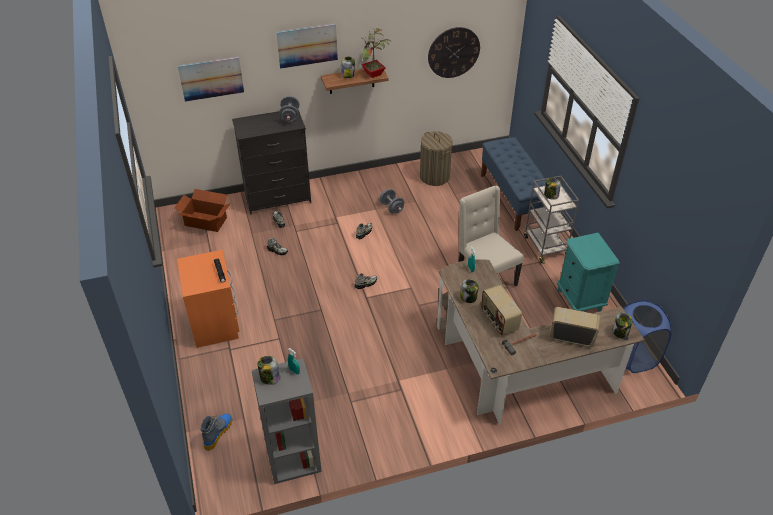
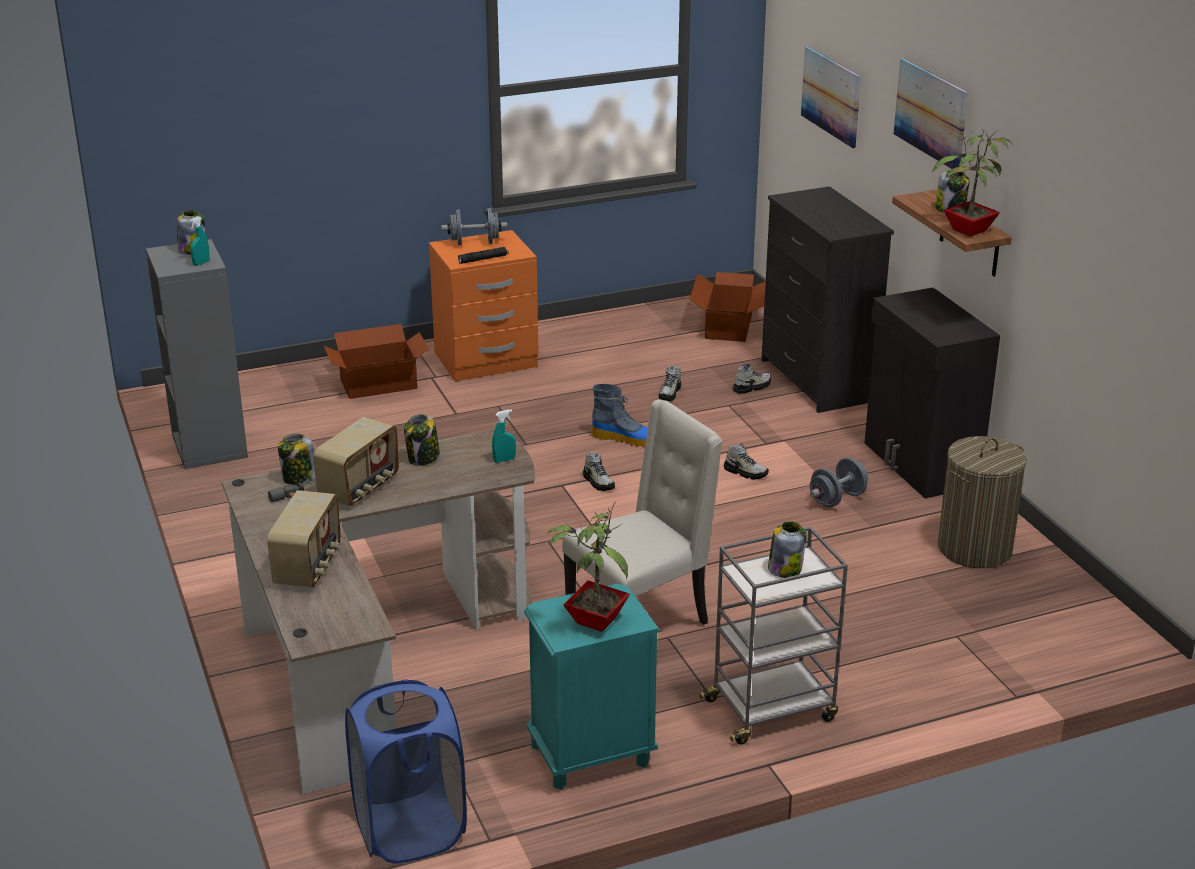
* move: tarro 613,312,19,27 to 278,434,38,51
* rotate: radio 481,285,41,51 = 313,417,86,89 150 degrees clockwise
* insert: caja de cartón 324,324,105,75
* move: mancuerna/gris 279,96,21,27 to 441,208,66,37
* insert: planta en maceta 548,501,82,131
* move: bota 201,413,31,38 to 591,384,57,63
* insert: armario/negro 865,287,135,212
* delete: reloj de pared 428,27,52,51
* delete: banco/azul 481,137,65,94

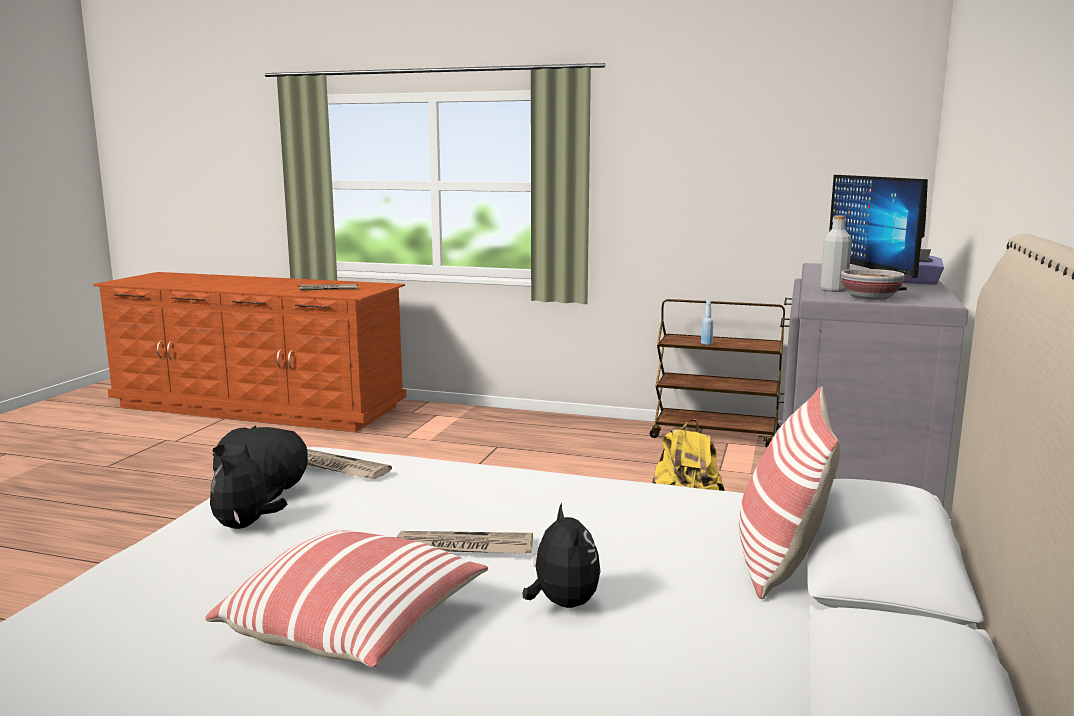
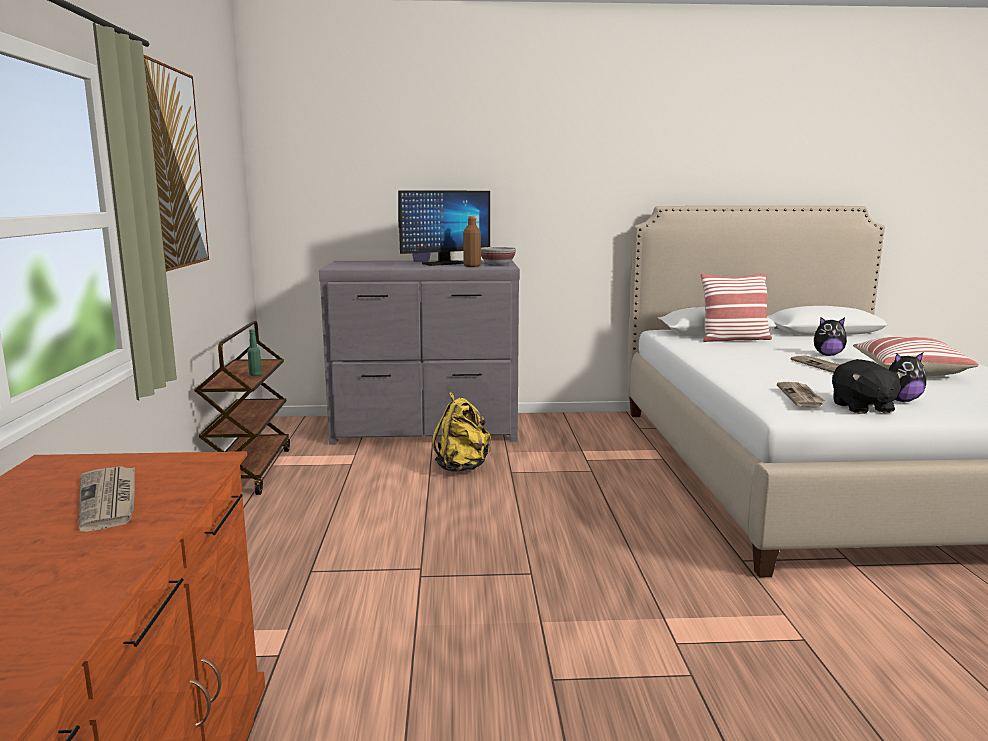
* insert: cuadro 143,54,66,218
* recolor: botella/azul 701,300,12,45 to botella/verde 248,329,14,47
* recolor: botella/gris 820,216,32,76 to botella/marrón 463,216,18,51
* rotate: peluche 523,502,78,106 = 814,317,33,39 135 degrees counterclockwise

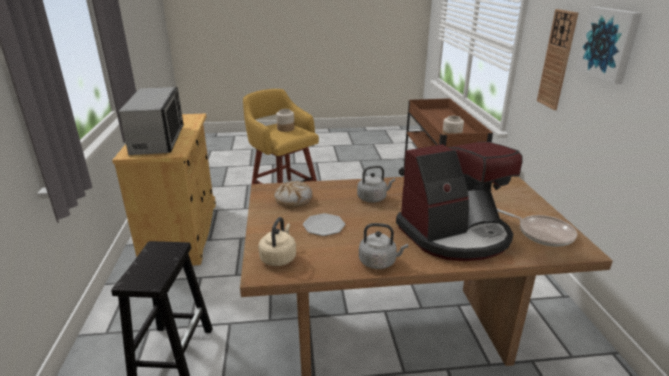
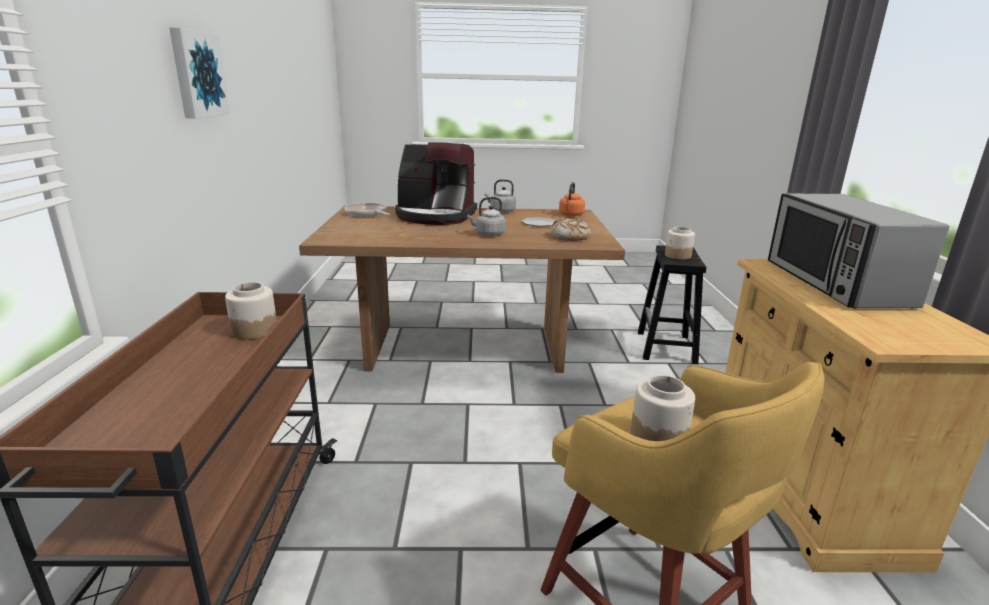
* rotate: cafetera 396,142,127,119 = 395,142,82,83 150 degrees counterclockwise
* recolor: hervidor/beis 258,217,38,49 to hervidor/naranja 559,182,26,34
* insert: tarro 665,226,30,34
* delete: reloj de pared 537,9,41,101

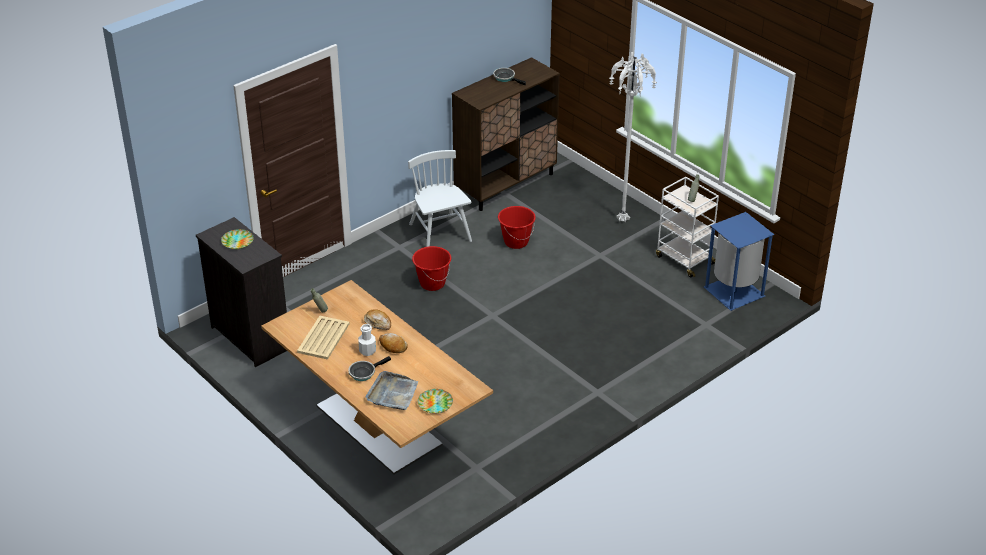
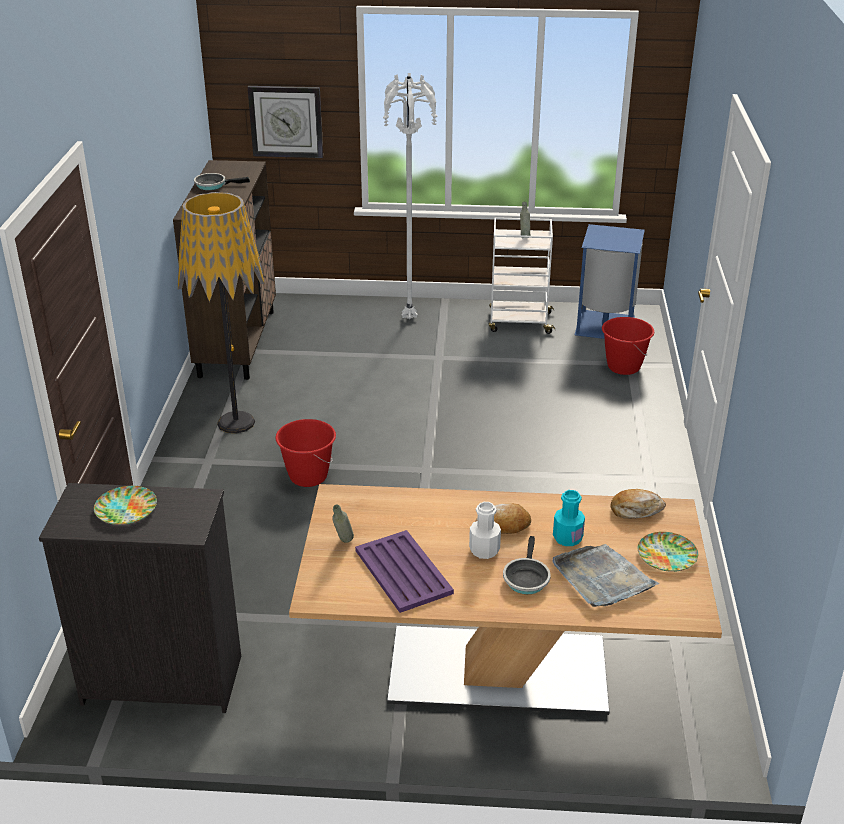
* replace: silla/blanco 408,150,64,97 to lámpara de pie 178,192,87,241
* insert: reloj de pared 248,86,75,72
* recolor: bandeja/beis 297,316,52,44 to bandeja/morado 355,530,99,83
* insert: botella/turquesa 553,490,32,56
* move: cubo/rojo 498,206,38,43 to 602,317,52,58
* move: pan 364,309,27,21 to 611,489,55,30

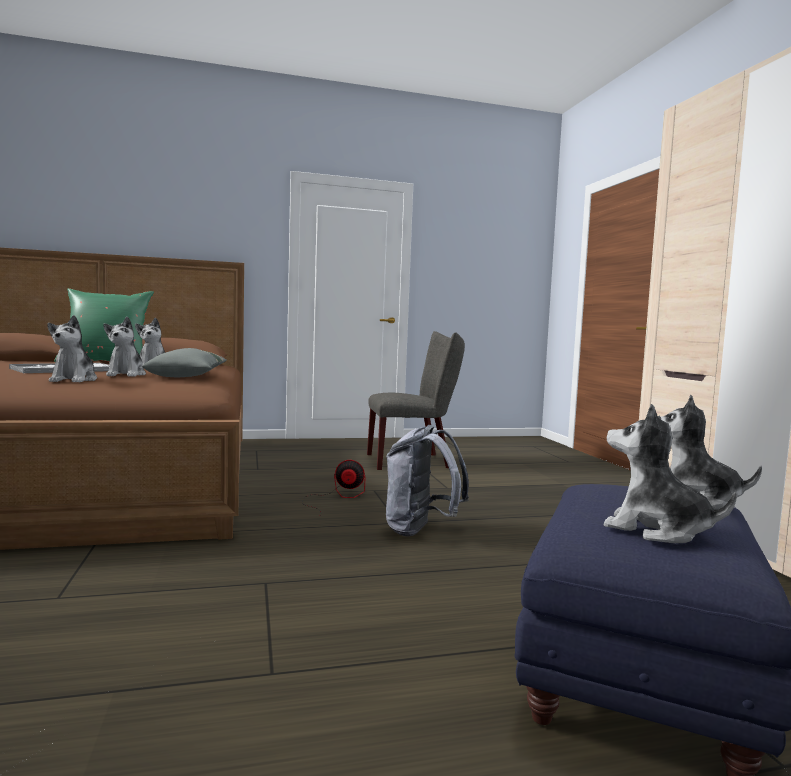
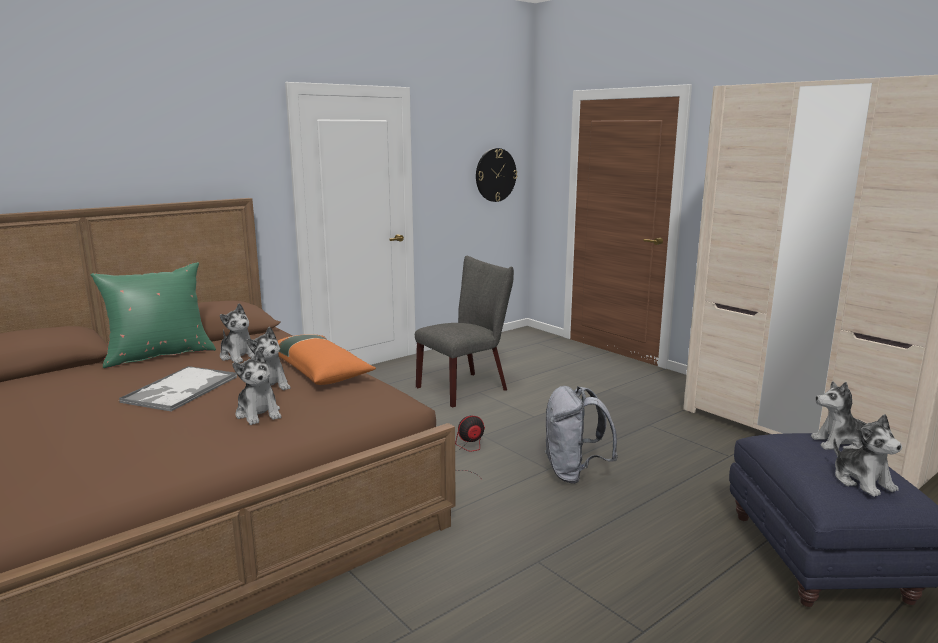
* recolor: cojín/gris 143,348,84,29 to cojín/naranja 278,334,98,51
* insert: reloj de pared 476,148,41,54
* rotate: peluche 604,404,133,139 = 833,414,69,83 120 degrees counterclockwise

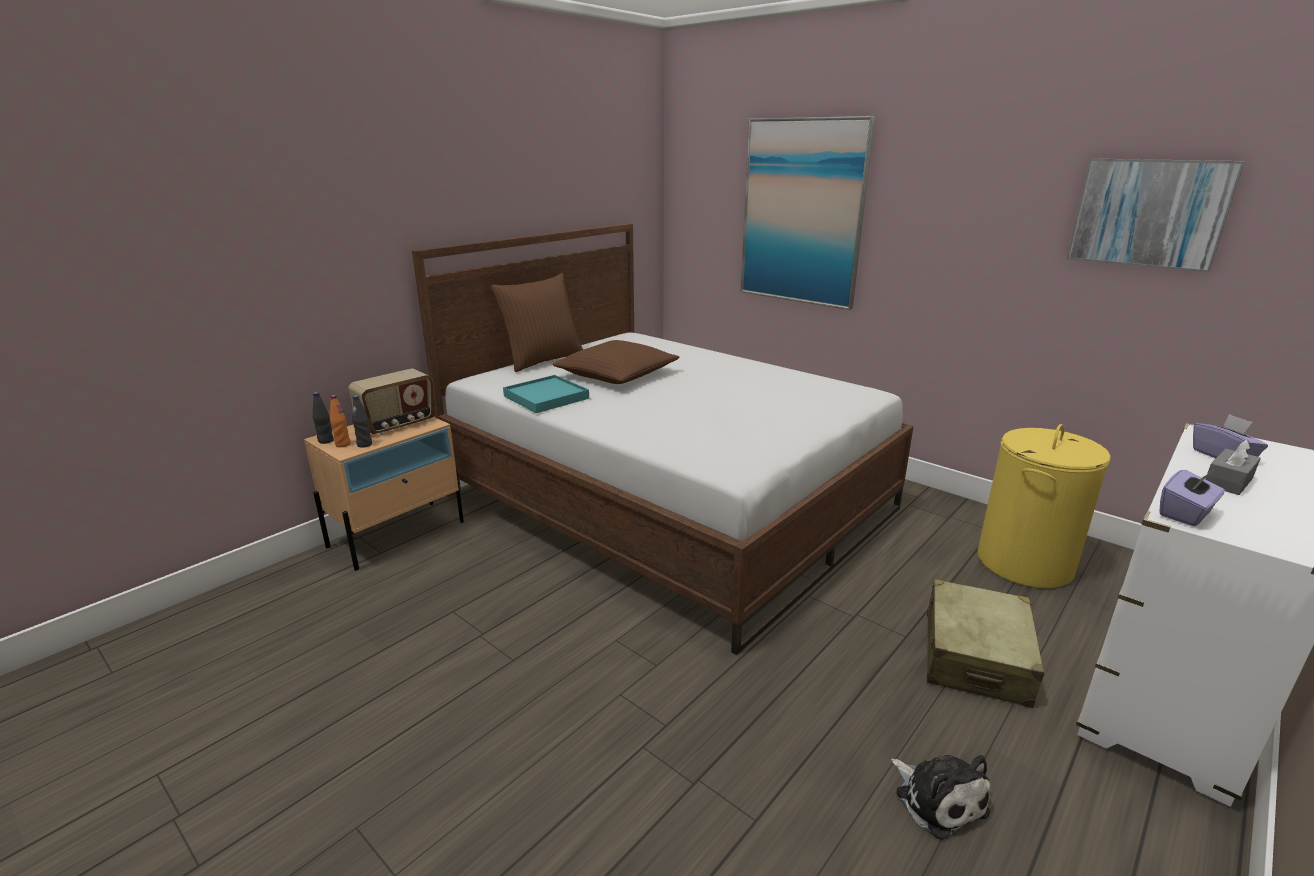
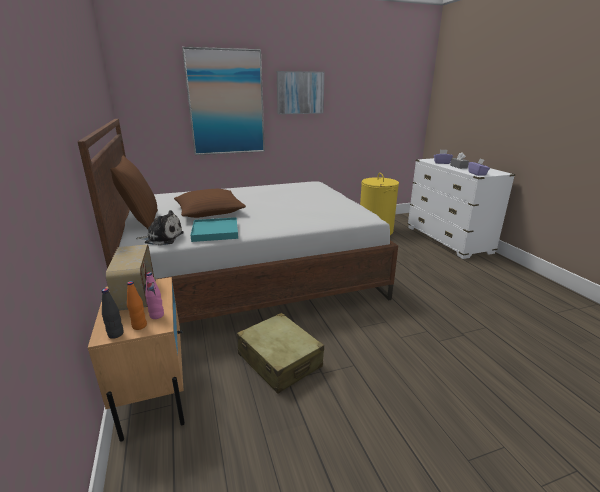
* move: peluche 891,755,99,85 to 136,210,48,36
* recolor: botella/negro 352,395,20,53 to botella/rosa 145,272,19,47
* move: maleta/beis 927,579,118,129 to 237,313,87,81
* move: cuadro 1067,159,178,114 to 277,71,48,44

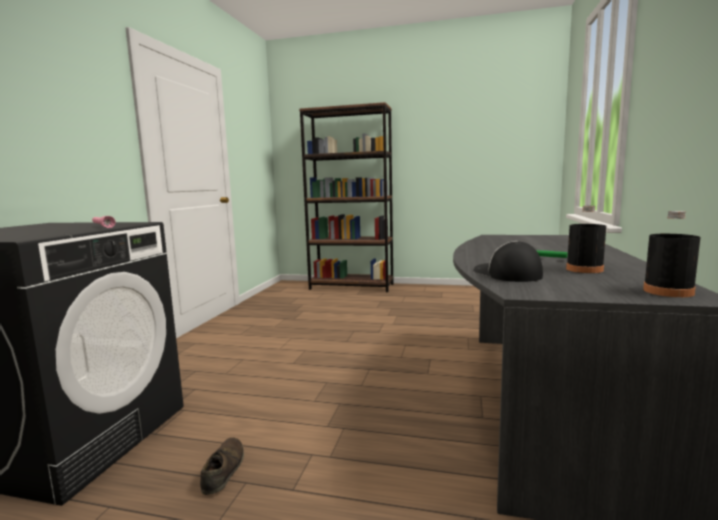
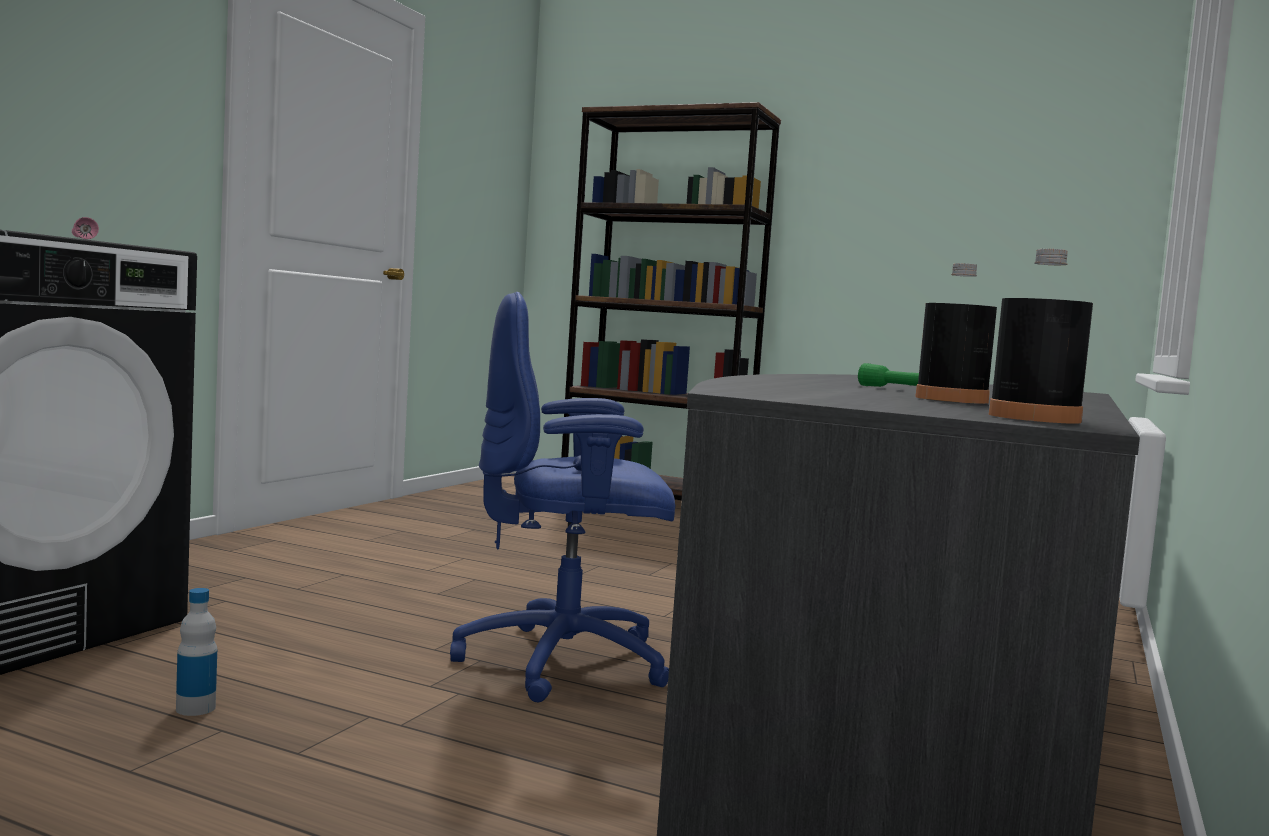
* replace: zapato/marrón 200,437,44,58 to botella 176,588,41,128
* insert: silla de oficina/azul 450,292,225,410
* delete: gorra 473,241,70,41

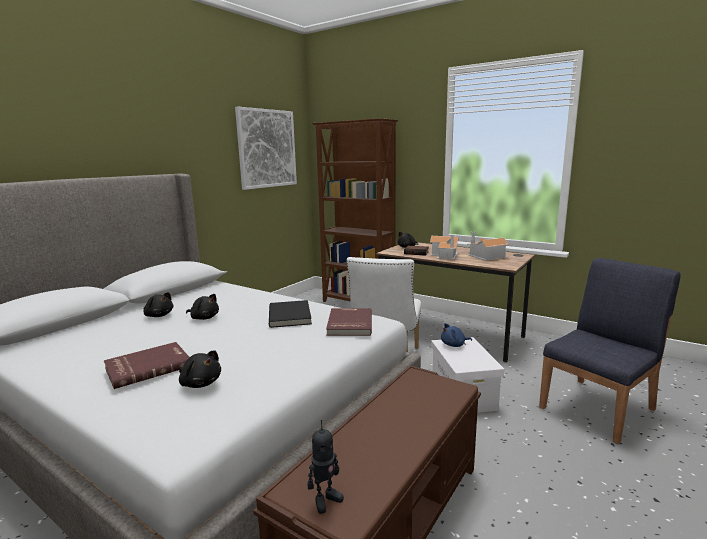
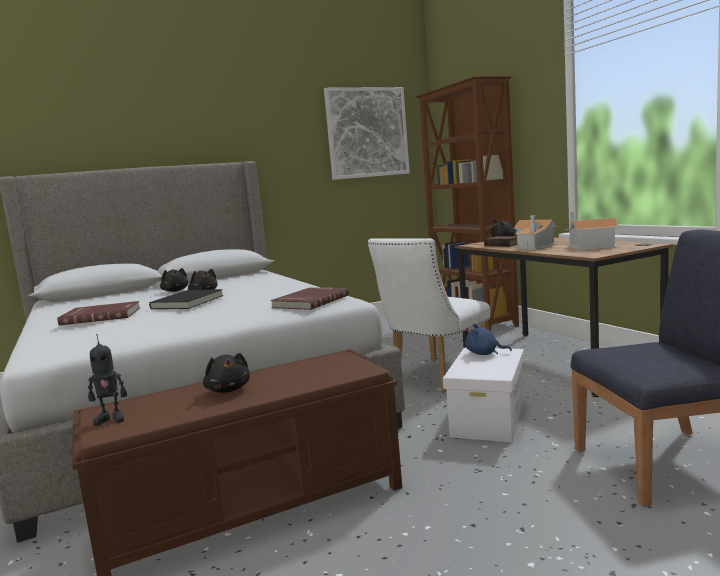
* move: libro/negro 269,300,43,28 to 149,289,74,20
* move: peluche/negro 179,350,42,38 to 203,353,47,40

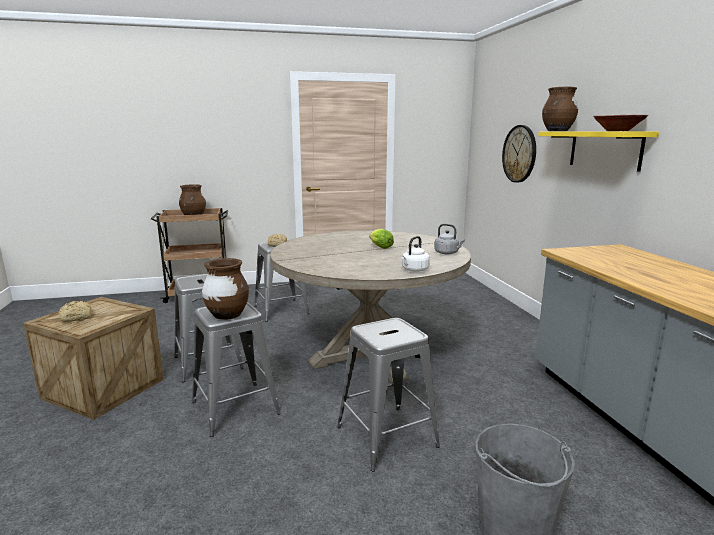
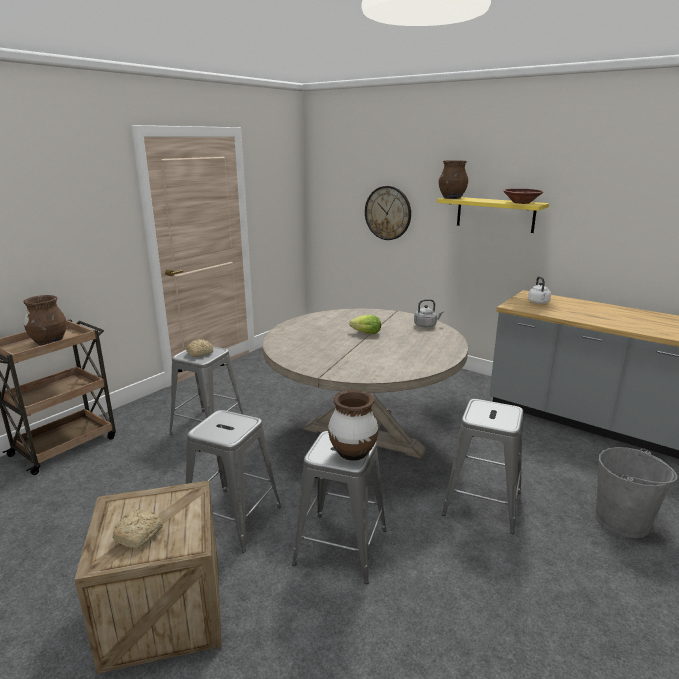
* move: hervidor/blanco 401,236,29,36 to 528,276,23,28

